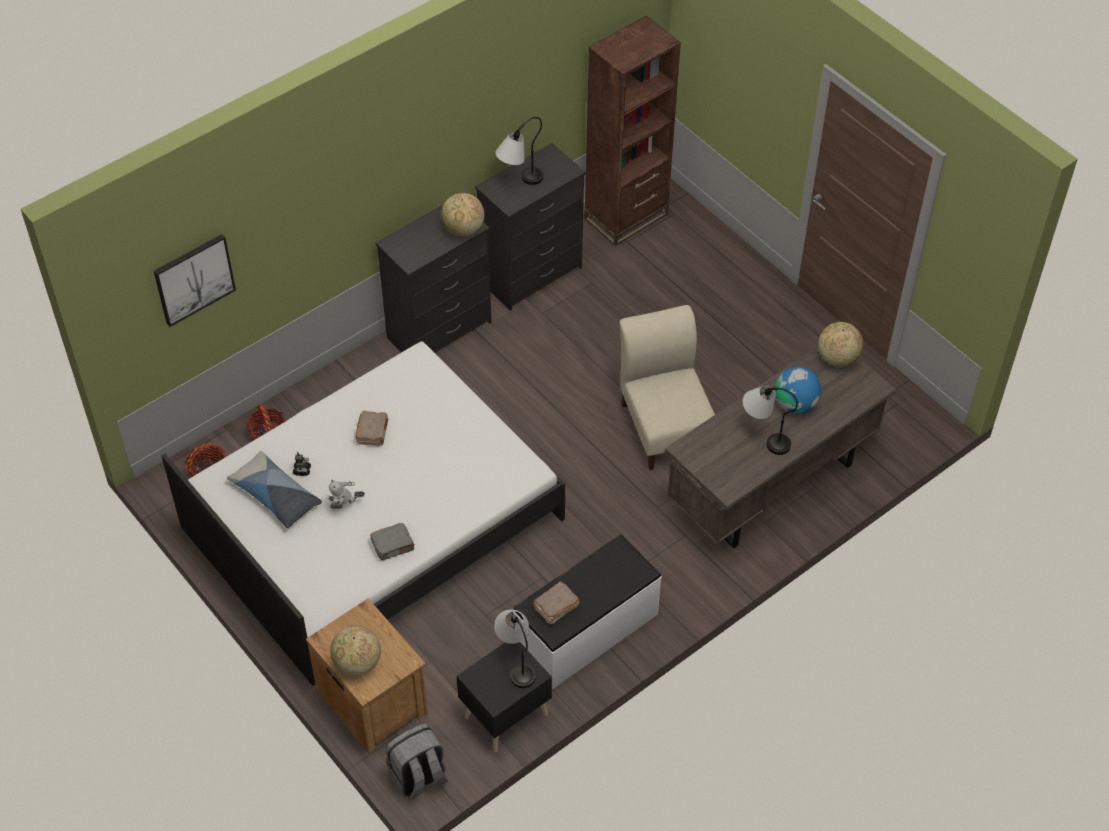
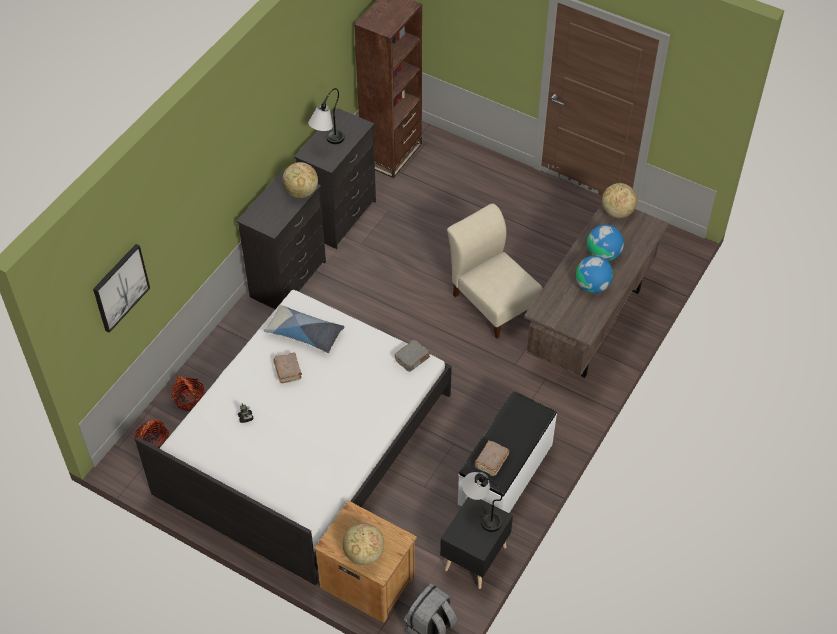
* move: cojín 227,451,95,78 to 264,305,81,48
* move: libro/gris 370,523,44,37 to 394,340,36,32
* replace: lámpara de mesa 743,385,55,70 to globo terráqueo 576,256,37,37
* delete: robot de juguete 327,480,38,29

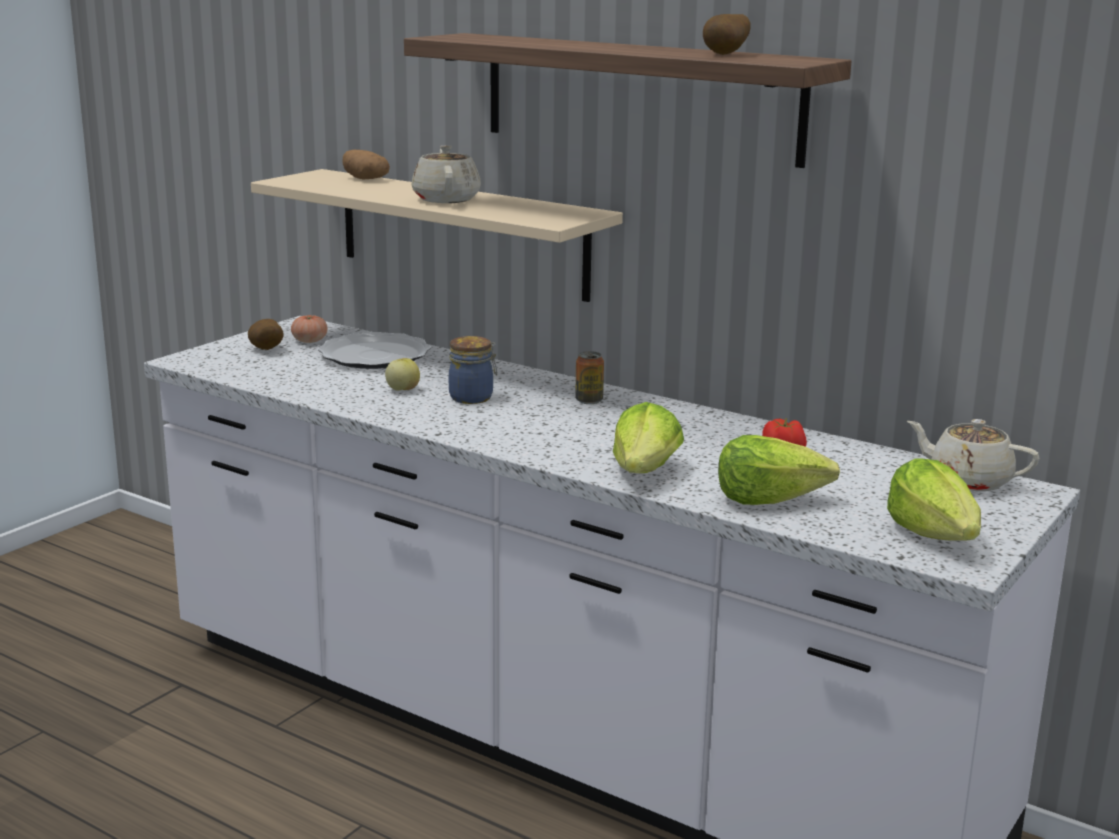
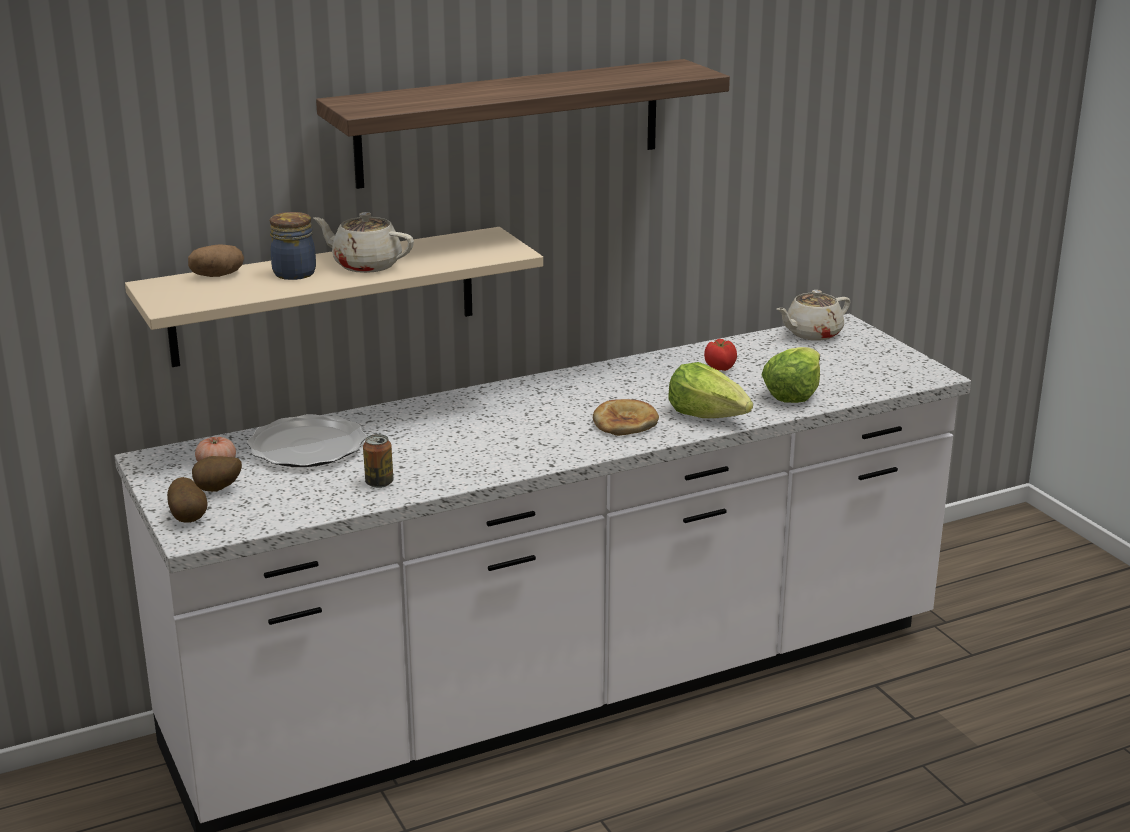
* move: patata 703,14,48,41 to 167,477,41,46
* move: tarro 449,336,48,68 to 270,212,46,68
* move: lata 575,351,29,53 to 363,434,31,54
* insert: pan 593,399,66,37
* delete: manzana 385,358,35,33
* delete: lechuga 887,458,94,83

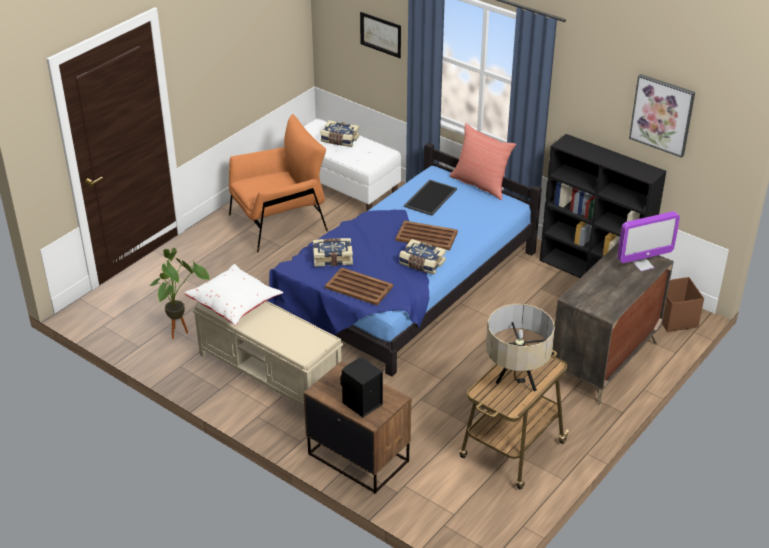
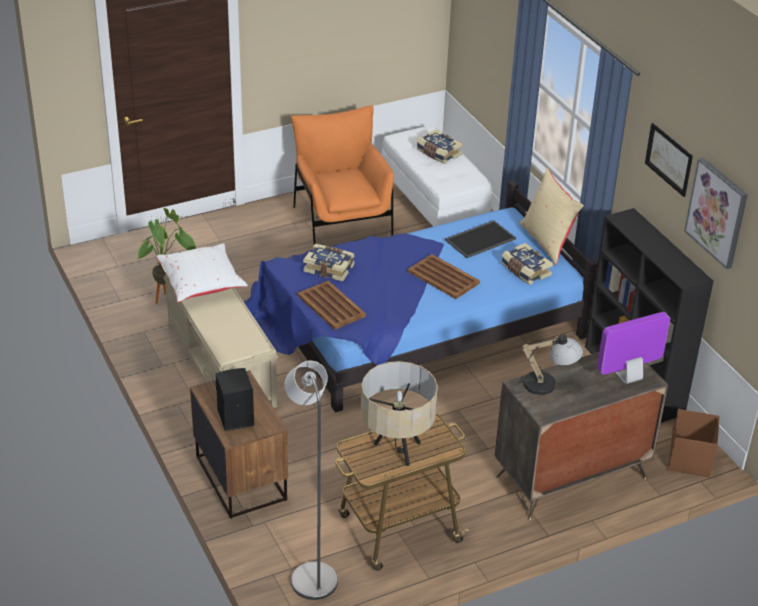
* insert: lámpara de pie/gris 285,361,53,239
* rotate: sillón/naranja 229,114,99,138 = 291,105,103,139 105 degrees counterclockwise
* move: libro 399,239,47,35 to 501,243,52,42
* insert: lámpara de mesa 519,334,64,61
* recolor: cojín/rojo 450,123,66,77 to cojín/beis 520,168,64,97
* rotate: monitor 617,211,63,60 = 597,312,73,72 150 degrees clockwise
* move: cuadro 360,12,41,46 to 645,123,48,74

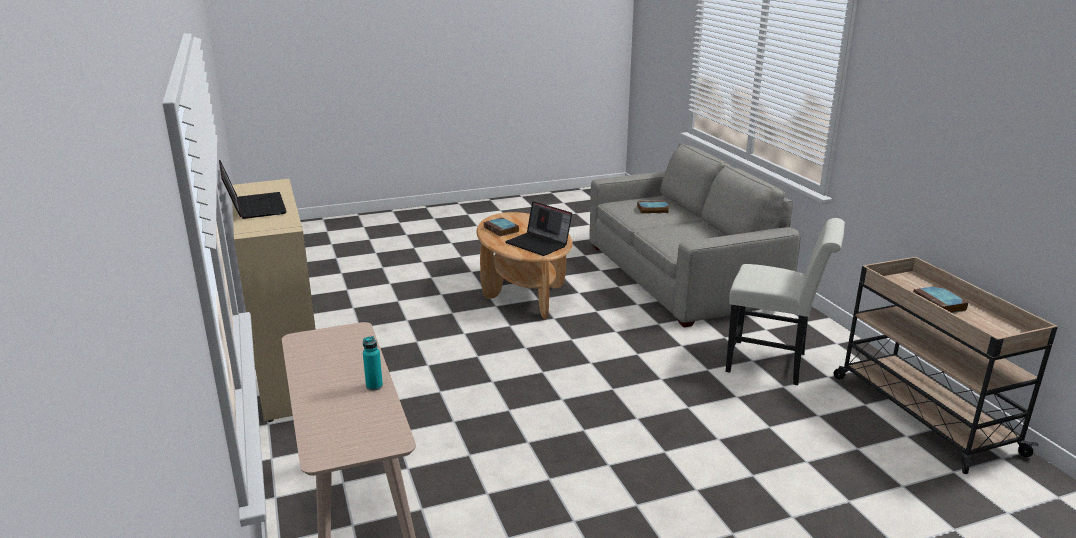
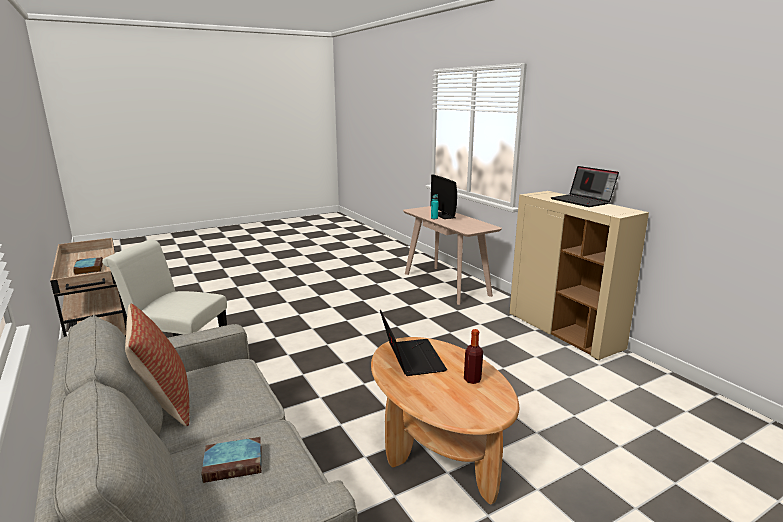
* insert: cojín 125,304,64,123
* rotate: portátil 505,201,67,55 = 380,310,67,66 45 degrees clockwise
* insert: monitor 431,174,26,45
* replace: libro 484,217,35,19 to botella 464,329,19,55

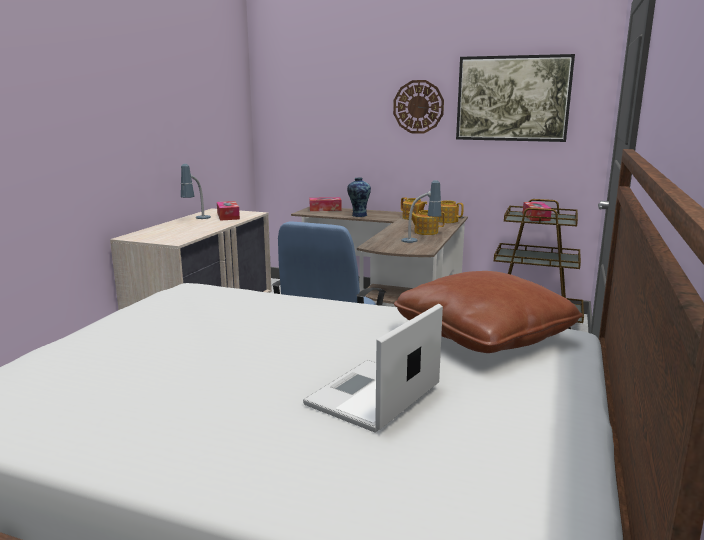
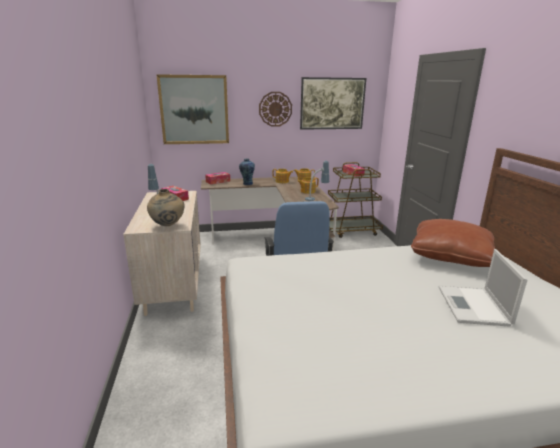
* insert: florero/beis 147,189,38,37
* insert: cuadro 156,74,73,70

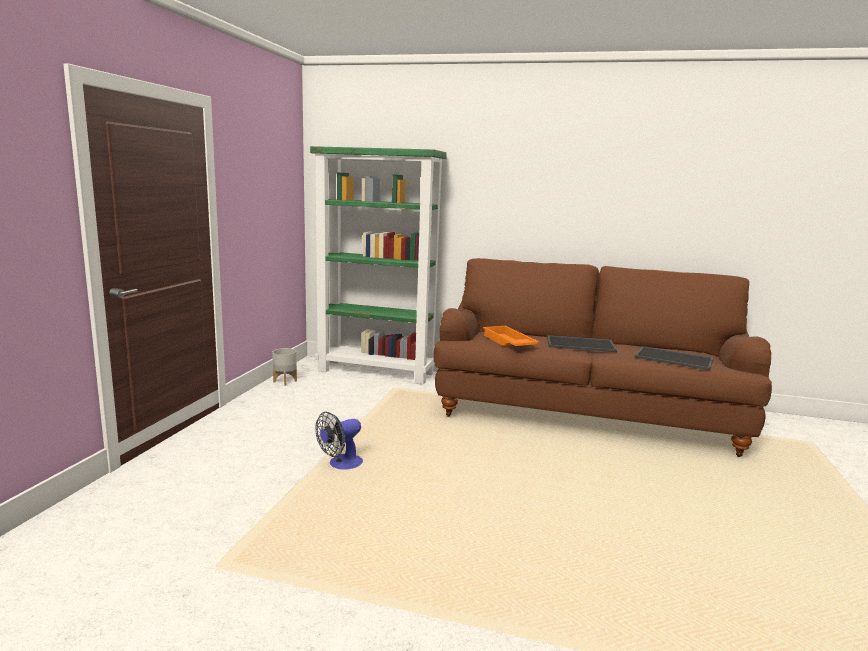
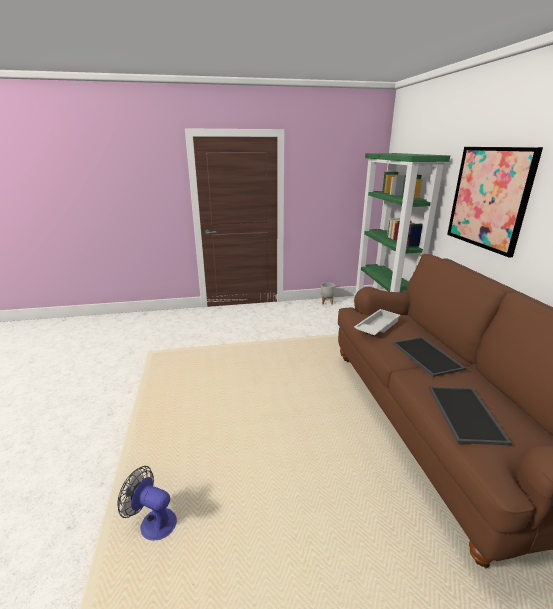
* move: ventilador 315,412,48,58 to 117,466,60,75
* recolor: bandeja/naranja 483,326,56,20 to bandeja/blanco 354,309,47,26
* insert: cuadro 447,147,96,110

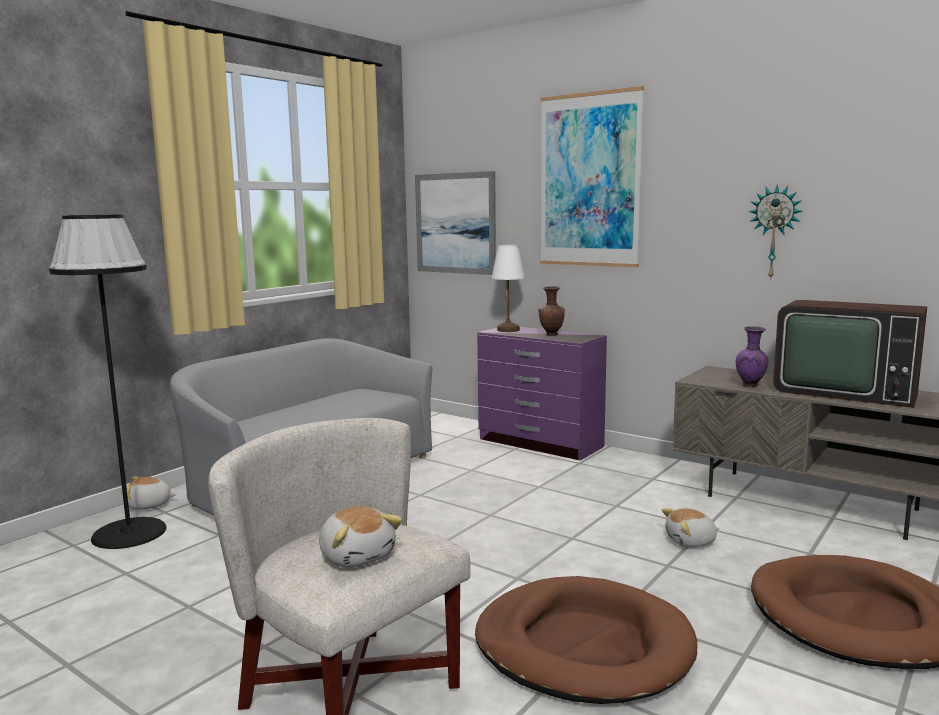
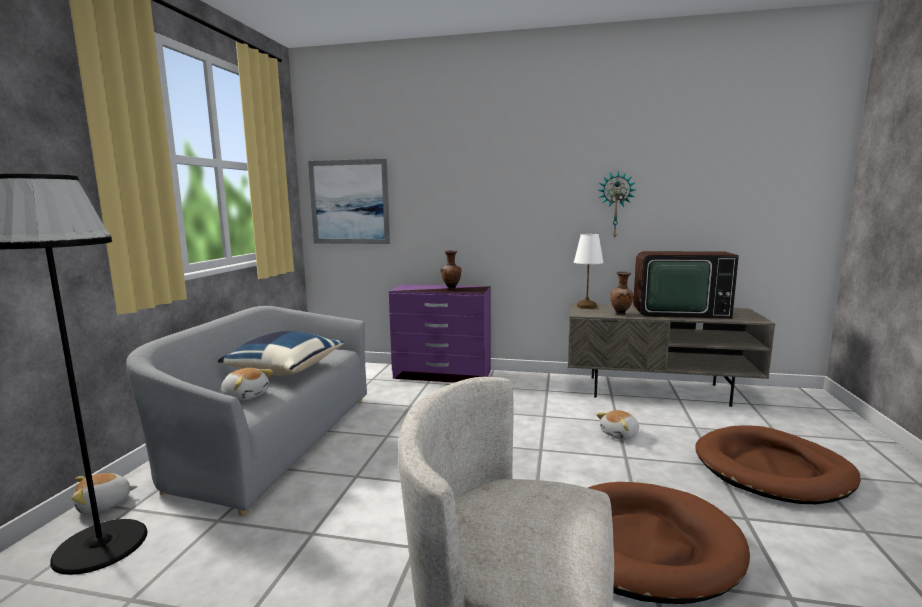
* insert: cojín/azul 218,331,126,44
* move: peluche 319,506,83,61 to 221,368,52,33
* move: lámpara de mesa/blanco 491,245,34,87 to 574,234,30,75
* recolor: florero/morado 736,326,33,62 to florero/marrón 610,271,23,44
* delete: cuadro 540,86,104,181

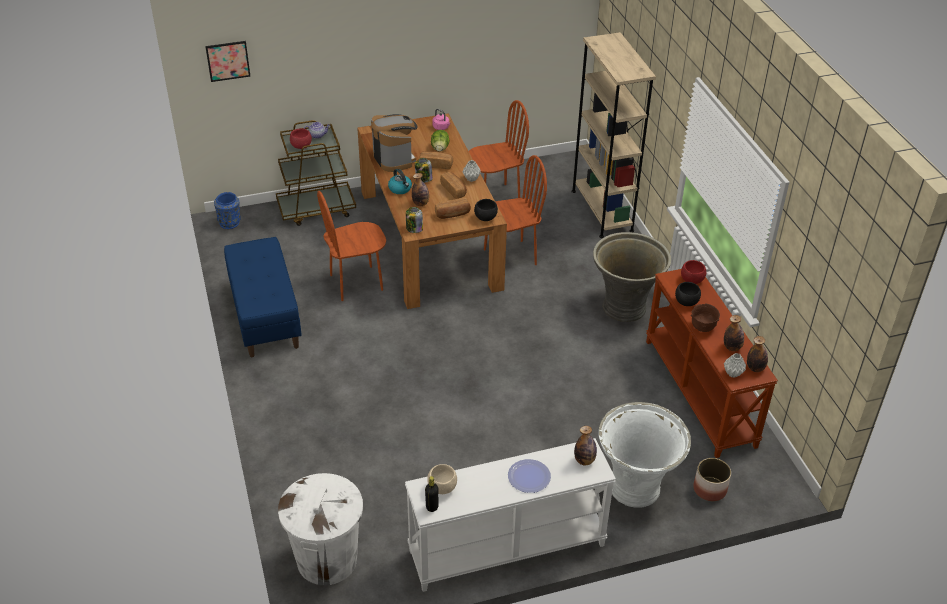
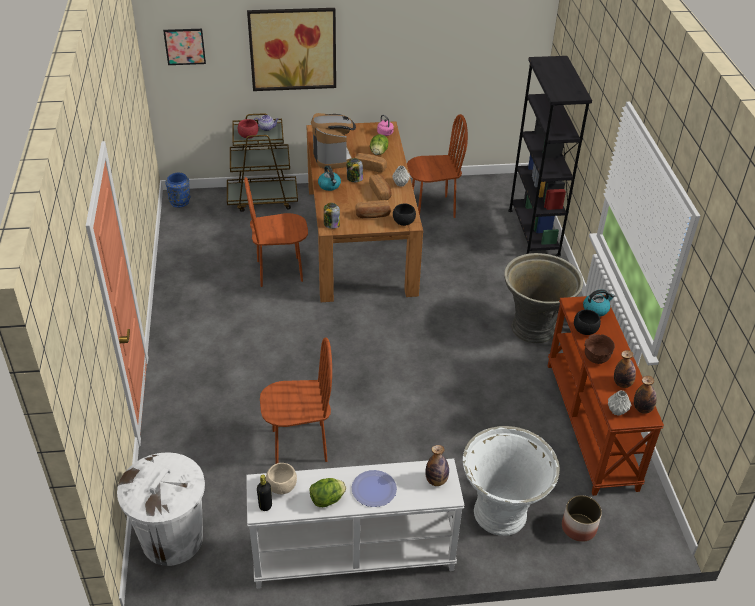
* insert: cuadro 247,8,89,83
* move: silla/marrón 484,155,63,110 to 260,337,72,127
* insert: lechuga 310,478,36,29
* recolor: estantería/beis 571,32,85,206 to estantería/negro 508,56,84,201
* replace: cuenco/rojo 681,260,25,24 to hervidor 583,289,31,28
* delete: banco/azul 224,237,78,120
* delete: botella 412,173,17,33

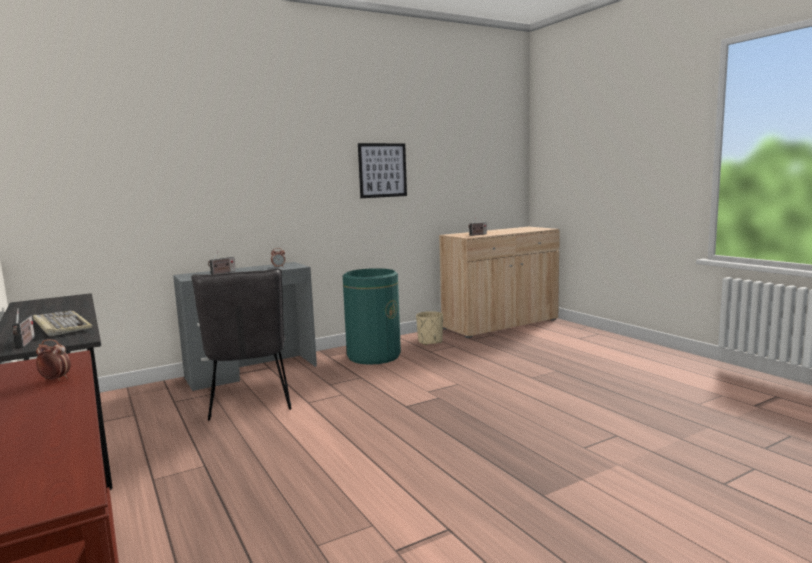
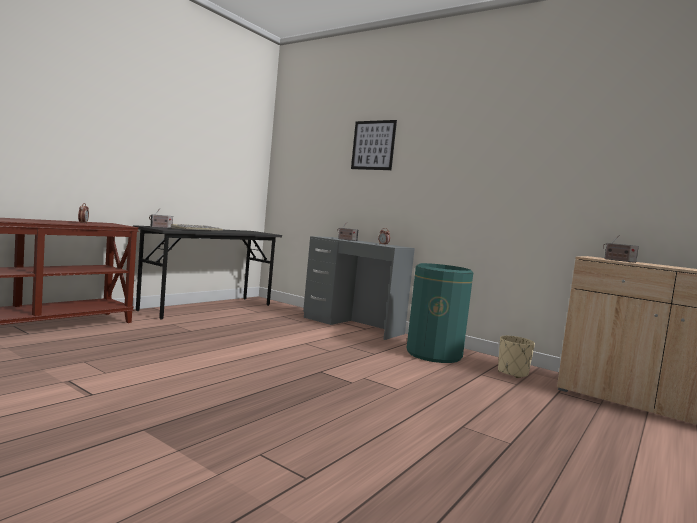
* move: cuadro 358,143,49,55 to 351,120,46,50
* delete: silla/gris 191,268,100,153

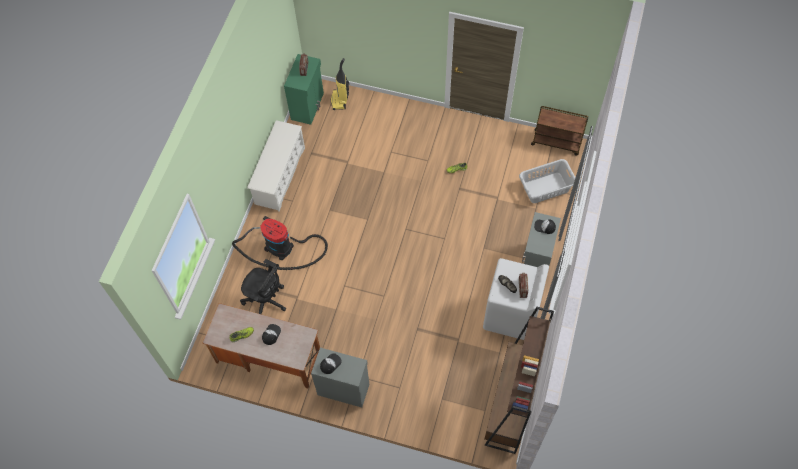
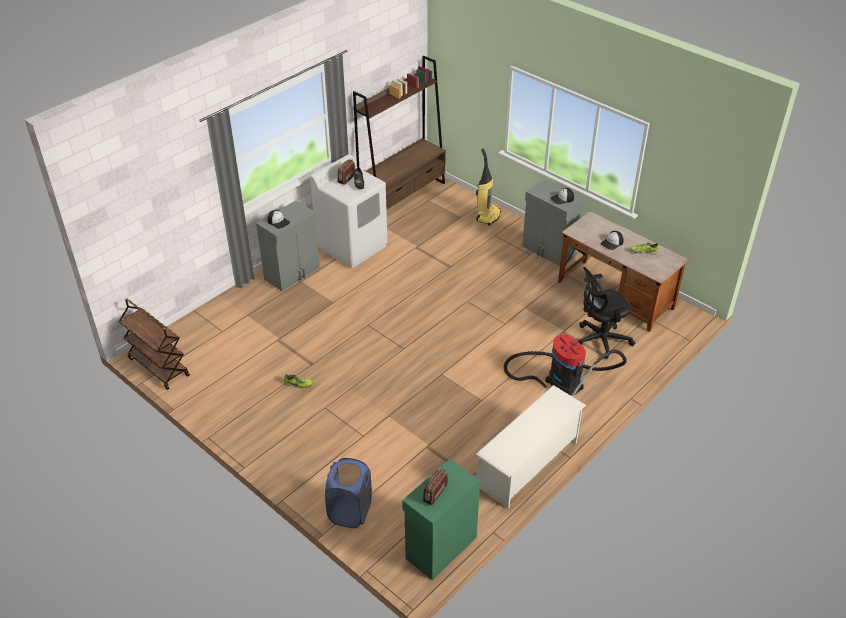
* insert: cesto de la ropa/azul 325,458,47,70
* move: aspiradora 331,58,18,52 to 476,149,25,77
* rotate: silla de oficina/negro 240,259,46,55 = 578,267,57,92 75 degrees counterclockwise
* delete: cesto de la ropa/gris 519,159,57,44

